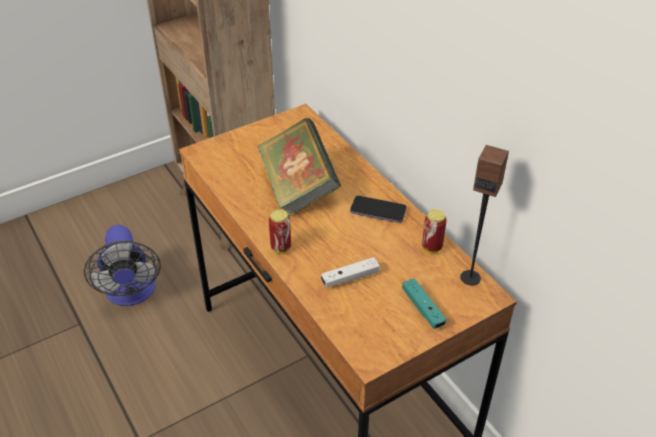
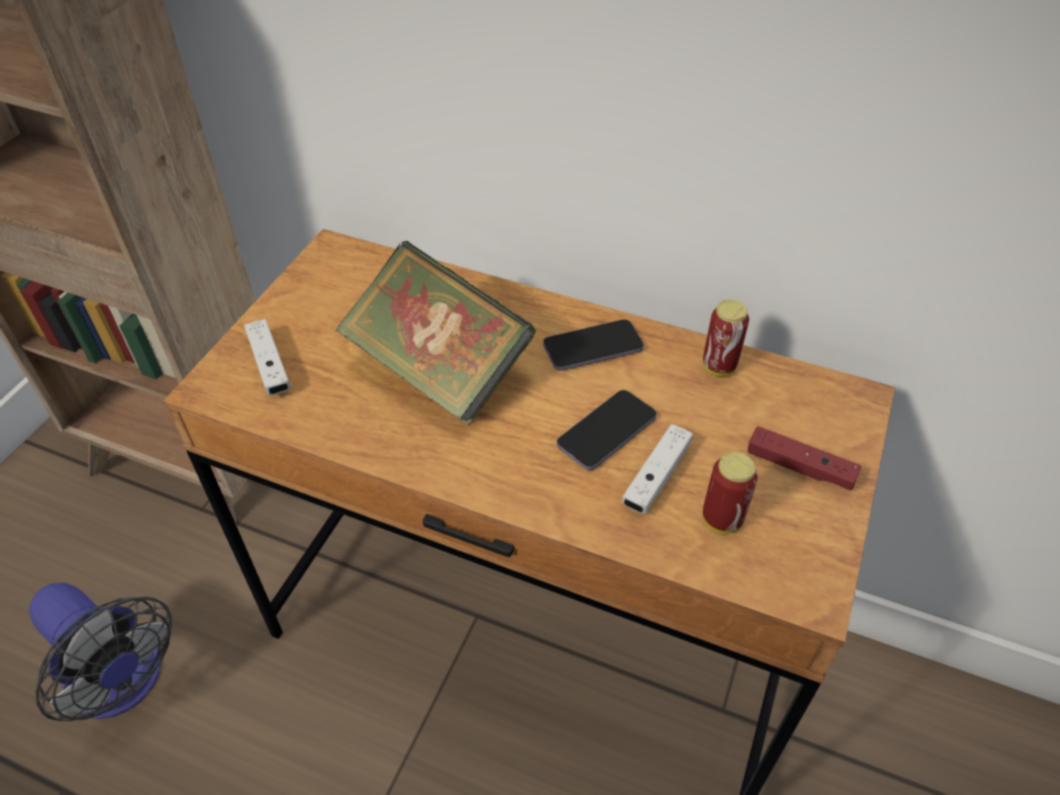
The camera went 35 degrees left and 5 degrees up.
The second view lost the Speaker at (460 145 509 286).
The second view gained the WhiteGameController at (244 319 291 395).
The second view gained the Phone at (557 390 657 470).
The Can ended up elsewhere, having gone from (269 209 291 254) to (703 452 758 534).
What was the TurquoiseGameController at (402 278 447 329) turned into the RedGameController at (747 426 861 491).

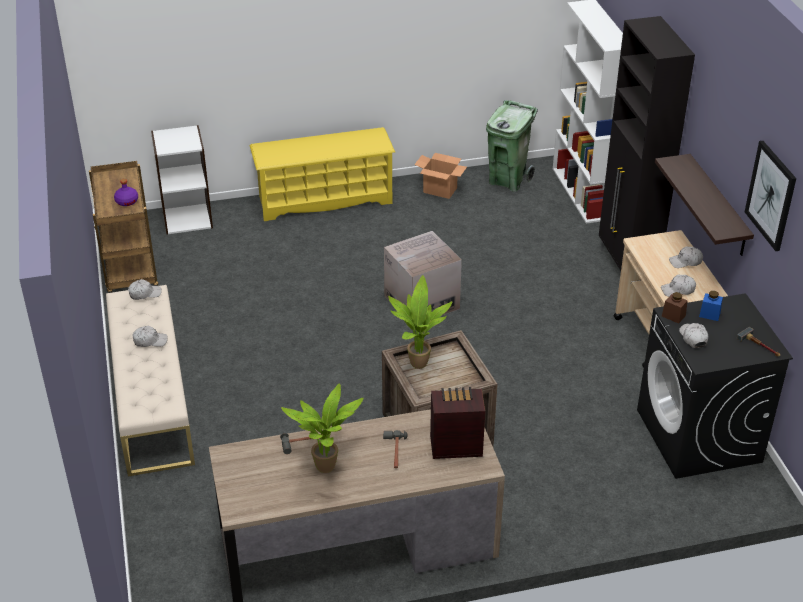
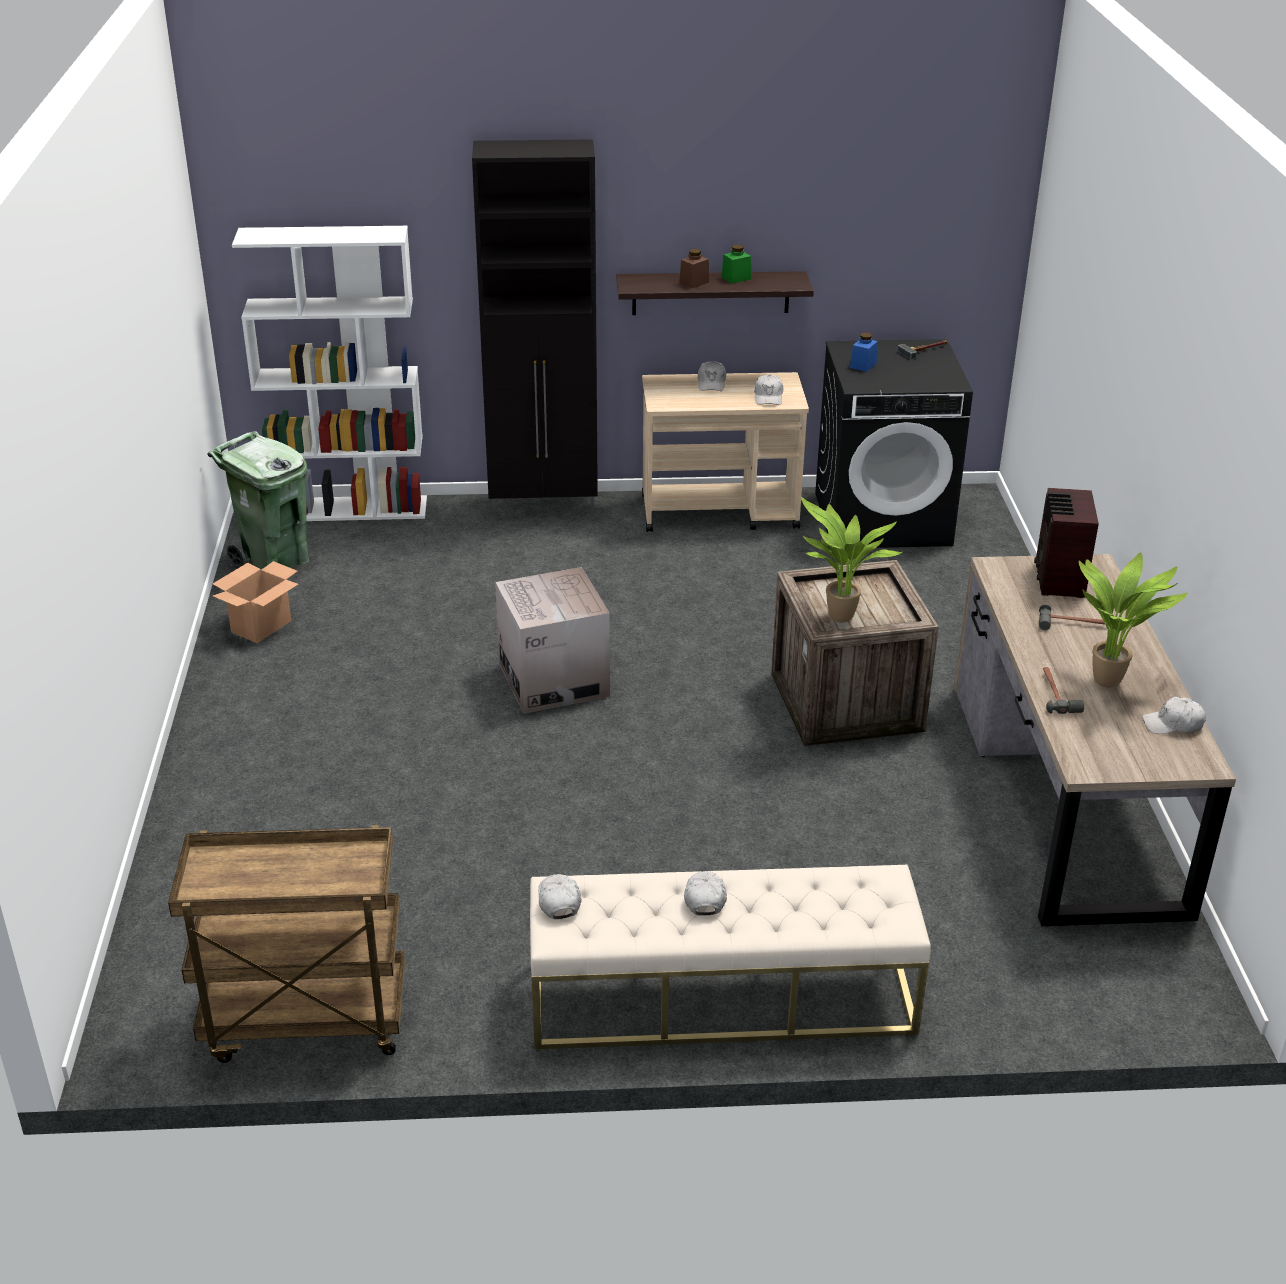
The camera went 80 degrees left and 5 degrees down.
The second view lost the PurpleBottle at (114 179 138 206).
The second view lost the WhiteBookcase at (151 125 213 235).
The second view lost the YellowShoeRack at (250 127 395 221).
The second view lost the Picture at (745 141 796 251).
The second view gained the GreenJar at (721 245 751 284).
The BrownJar ended up elsewhere, having gone from (662 292 688 324) to (679 249 709 288).
The WhiteCap ended up elsewhere, having gone from (679 323 708 348) to (1142 697 1206 734).

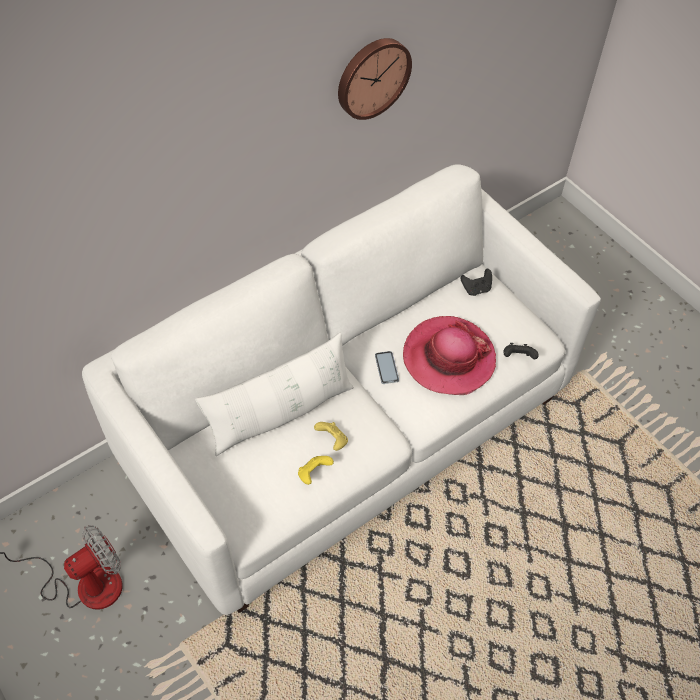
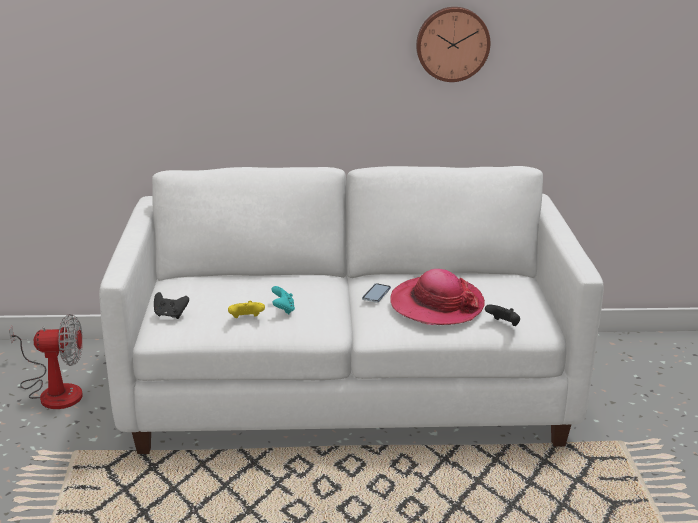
The camera went 35 degrees right and 30 degrees down.
The second view lost the WhitePillow at (195 333 354 456).
The BlackGameController ended up elsewhere, having gone from (461 269 492 296) to (154 292 189 319).
What was the YellowGameController at (314 422 348 451) turned into the TurquoiseGameController at (271 286 295 314).

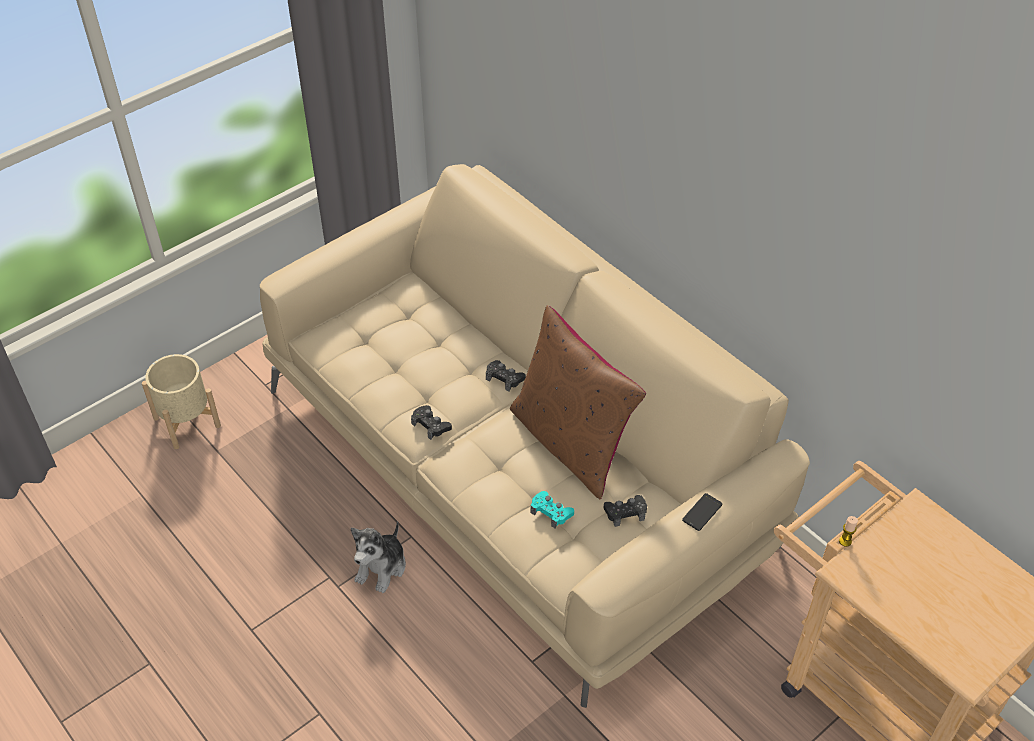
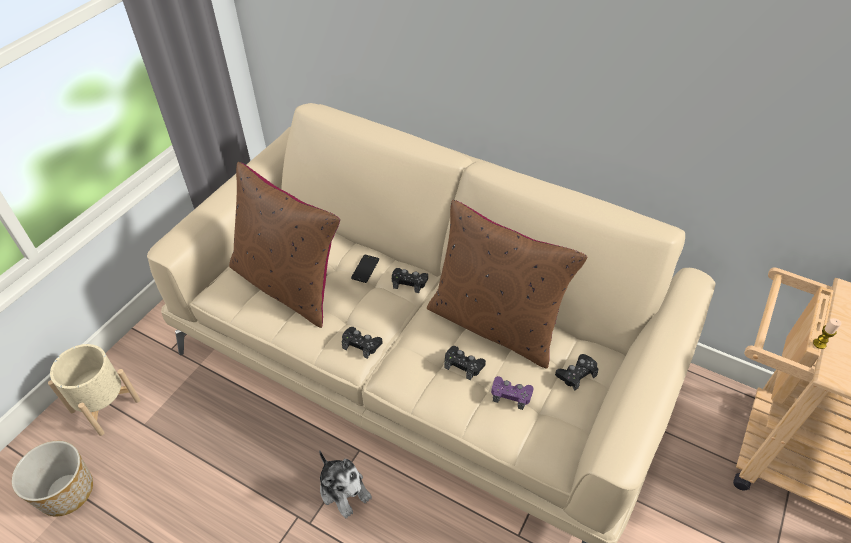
The camera went 20 degrees left and 0 degrees up.
The second view gained the Planter at (12 441 93 516).
The second view gained the BrownPillow at (229 162 340 328).
The second view gained the BlackGameController at (444 346 486 381).
The Phone ended up elsewhere, having gone from (682 493 722 531) to (351 255 379 283).
What was the TurquoiseGameController at (531 491 574 528) turned into the PurpleGameController at (491 376 534 410).
The PlushToy at (351 521 406 593) ended up facing another way, 45 degrees counterclockwise from before.

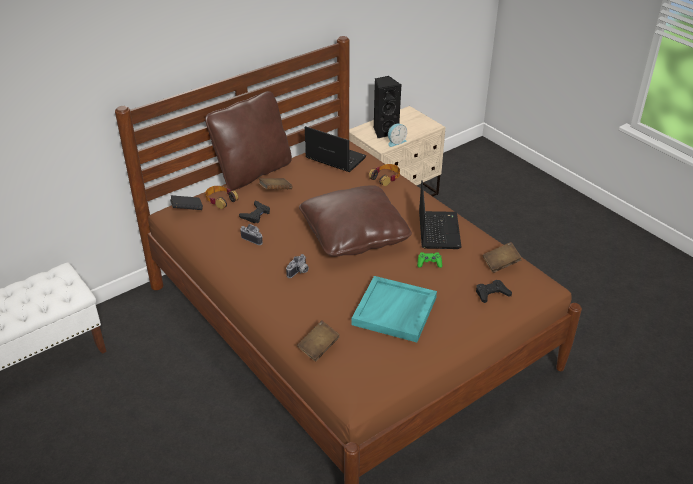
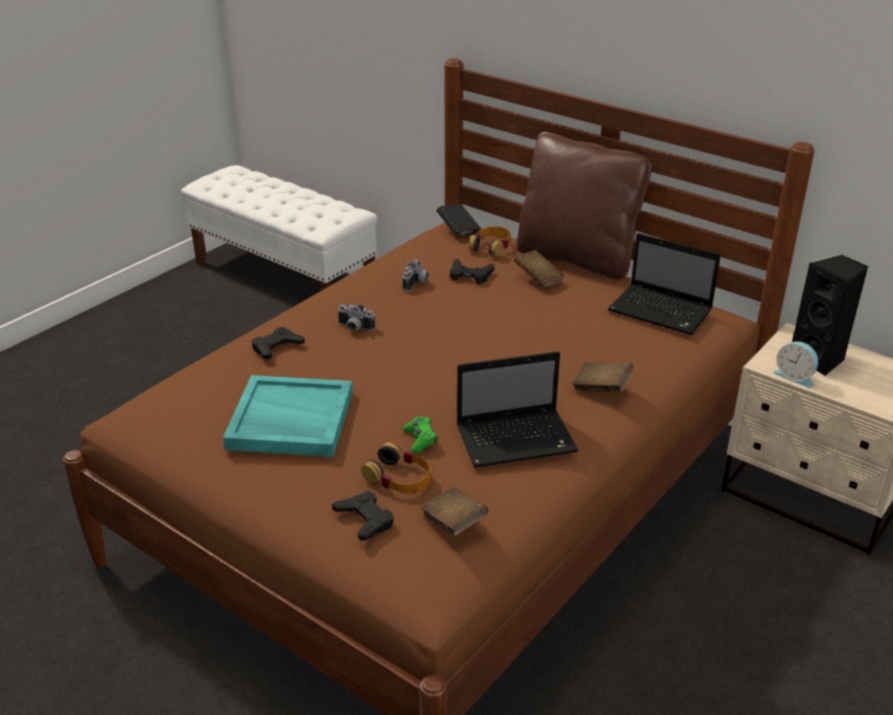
The camera went 75 degrees right and 5 degrees down.
The second view lost the BrownPillow at (299 185 412 257).
The second view gained the BlackGameController at (252 327 305 359).
The BrownBook ended up elsewhere, having gone from (297 320 340 361) to (572 362 633 393).
The Headphones ended up elsewhere, having gone from (369 164 400 186) to (361 442 431 494).
The Laptop at (305 126 367 172) ended up facing another way, 105 degrees clockwise from before.

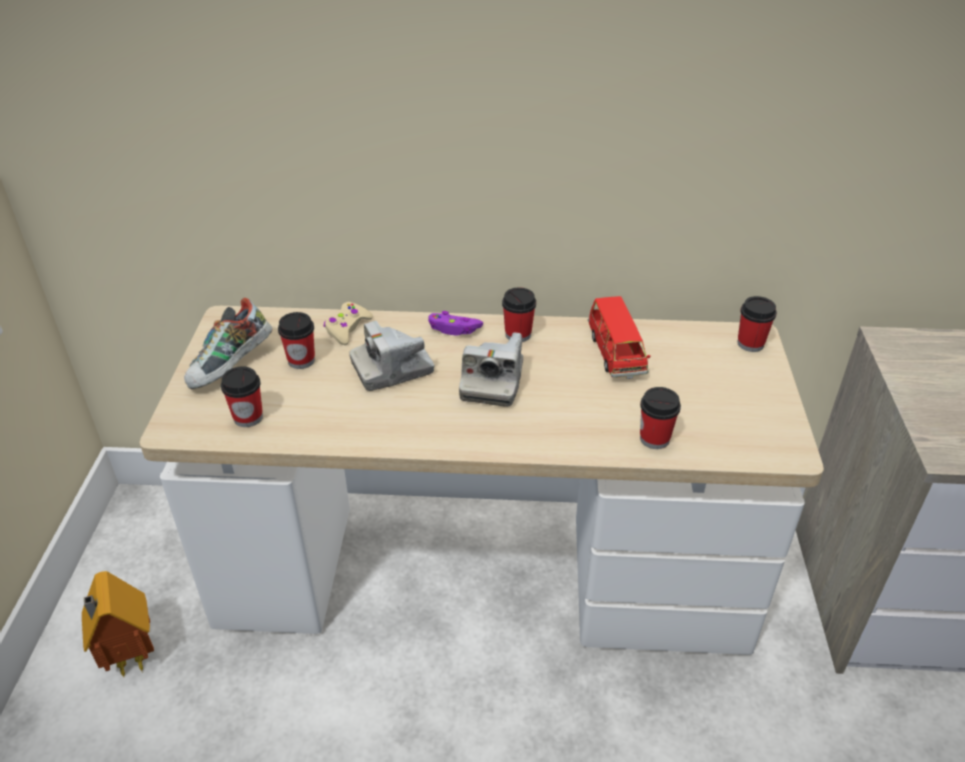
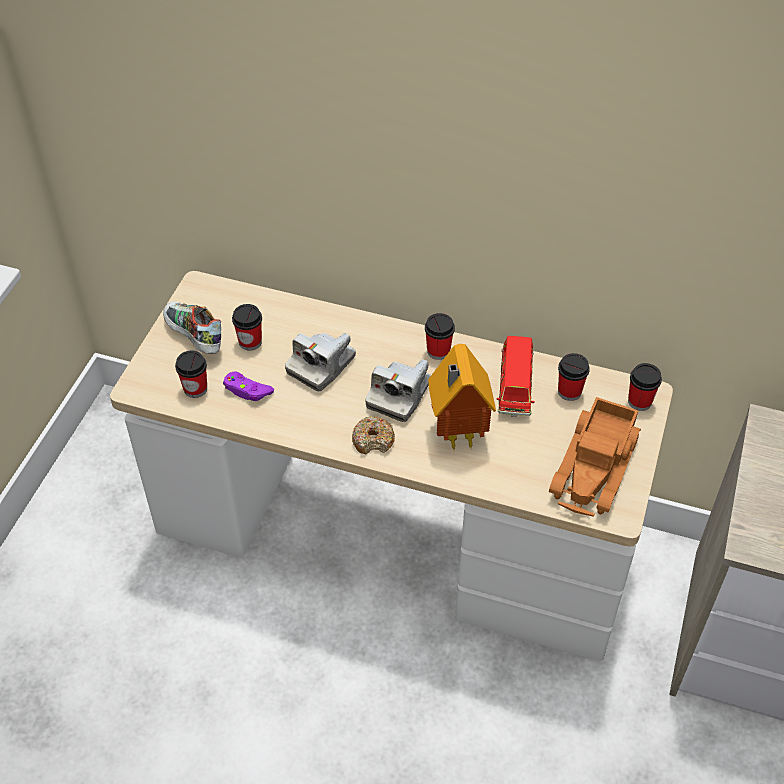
The camera went 15 degrees right and 10 degrees up.
The second view lost the BeigeGameController at (324 302 373 345).
The second view gained the Donut at (352 416 395 454).
The second view gained the ToyTruck at (549 397 641 517).
The ToyHouse ended up elsewhere, having gone from (82 571 154 677) to (428 344 496 449).
The PurpleGameController ended up elsewhere, having gone from (428 311 483 336) to (223 371 274 401).
The Cup ended up elsewhere, having gone from (640 387 681 449) to (558 353 590 401).
The Shoe at (184 298 273 389) ended up facing another way, 90 degrees clockwise from before.
The PhotoCamera at (349 321 434 391) ended up facing another way, 45 degrees counterclockwise from before.

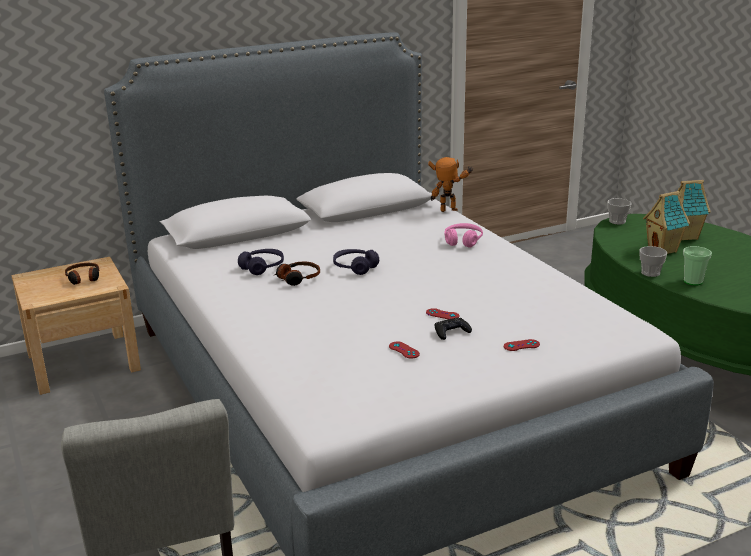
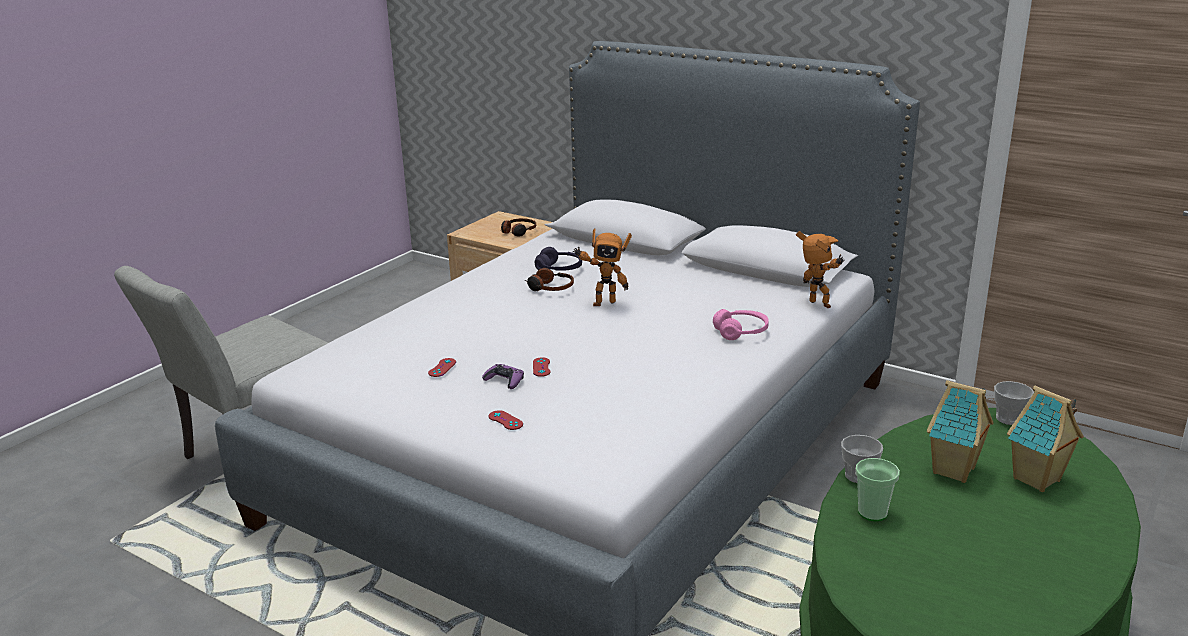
The camera went 60 degrees right and 0 degrees up.
Where the PurpleHeadphones stood at (333 249 379 275), the ToyRobot came to stand at (573 228 632 306).
What was the BlackGameController at (435 317 472 340) turned into the PurpleGameController at (482 364 524 389).

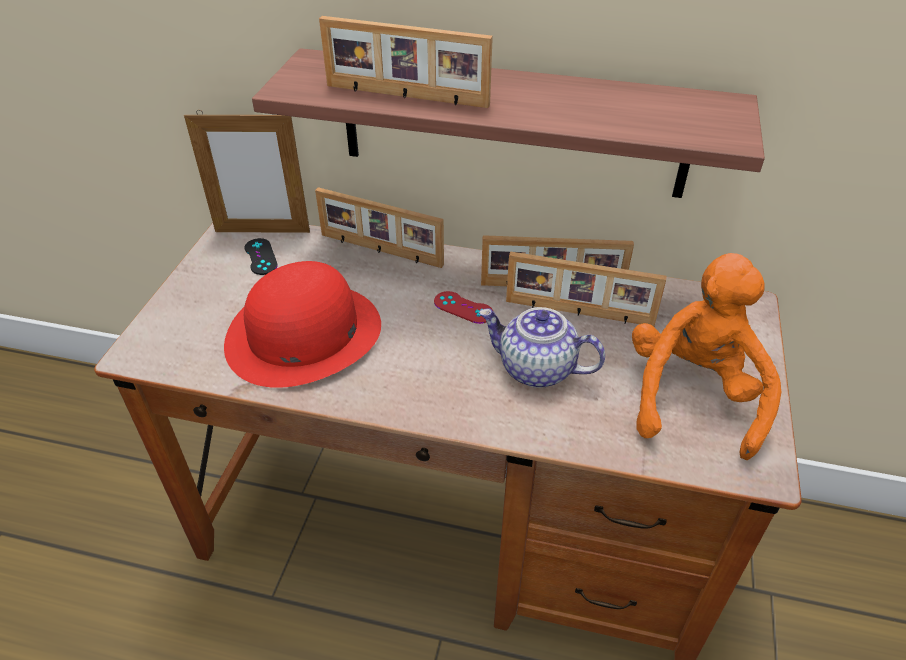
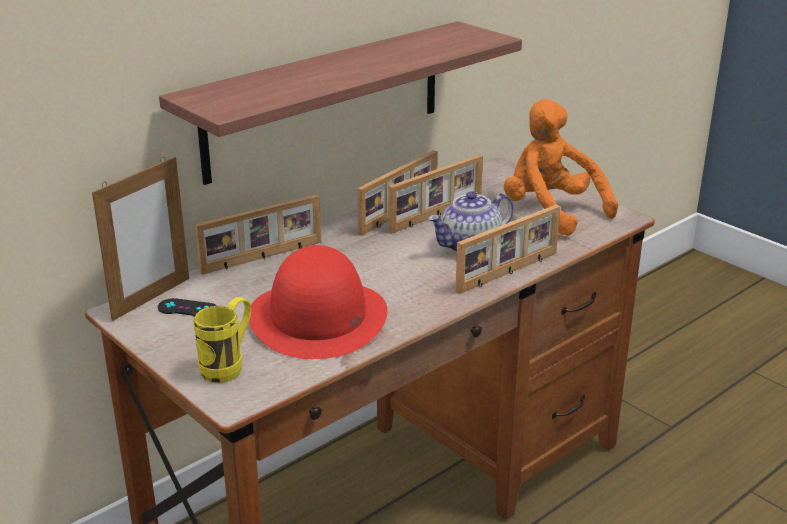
The camera went 55 degrees left and 15 degrees down.
The second view lost the RedGameController at (434 291 493 324).
The second view gained the YellowMug at (193 297 251 383).
The PictureFrame ended up elsewhere, having gone from (319 16 493 108) to (455 205 560 294).

